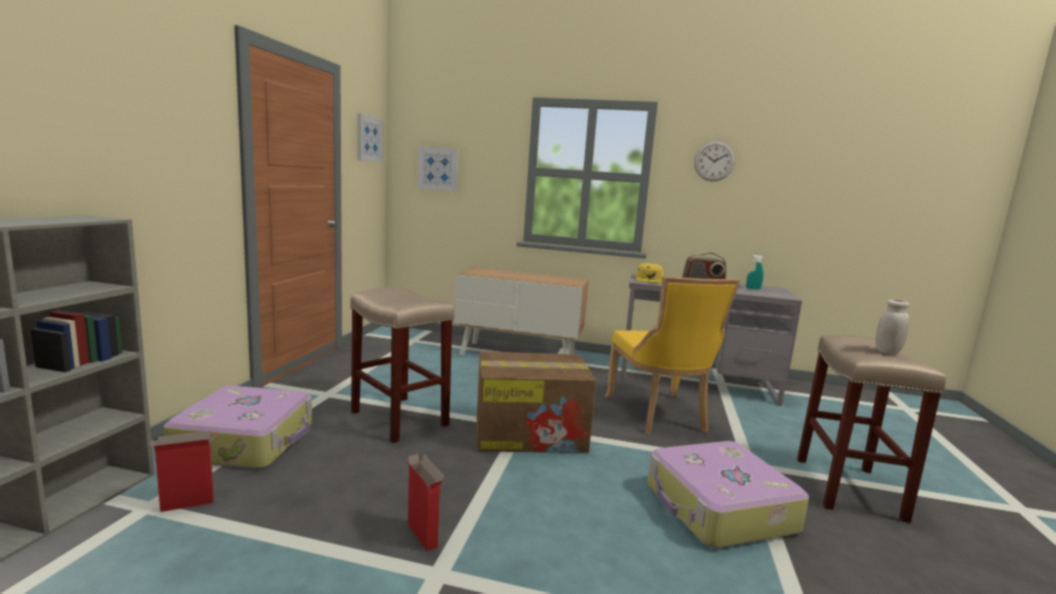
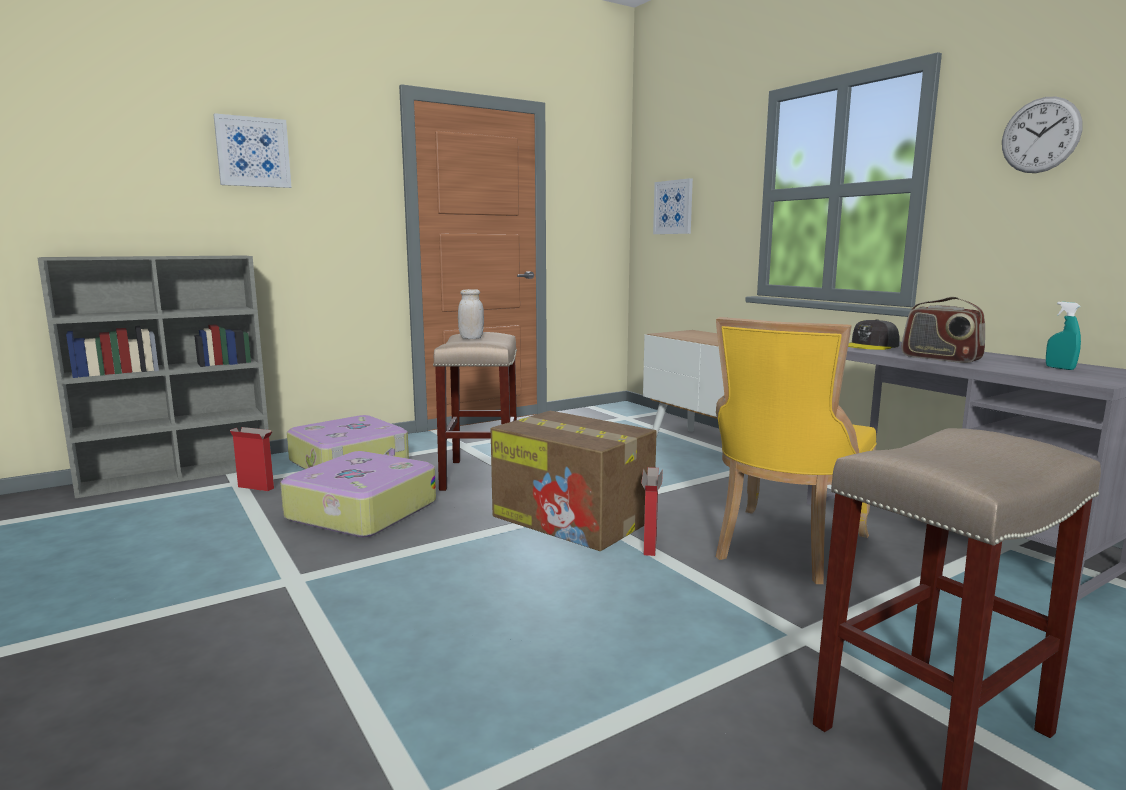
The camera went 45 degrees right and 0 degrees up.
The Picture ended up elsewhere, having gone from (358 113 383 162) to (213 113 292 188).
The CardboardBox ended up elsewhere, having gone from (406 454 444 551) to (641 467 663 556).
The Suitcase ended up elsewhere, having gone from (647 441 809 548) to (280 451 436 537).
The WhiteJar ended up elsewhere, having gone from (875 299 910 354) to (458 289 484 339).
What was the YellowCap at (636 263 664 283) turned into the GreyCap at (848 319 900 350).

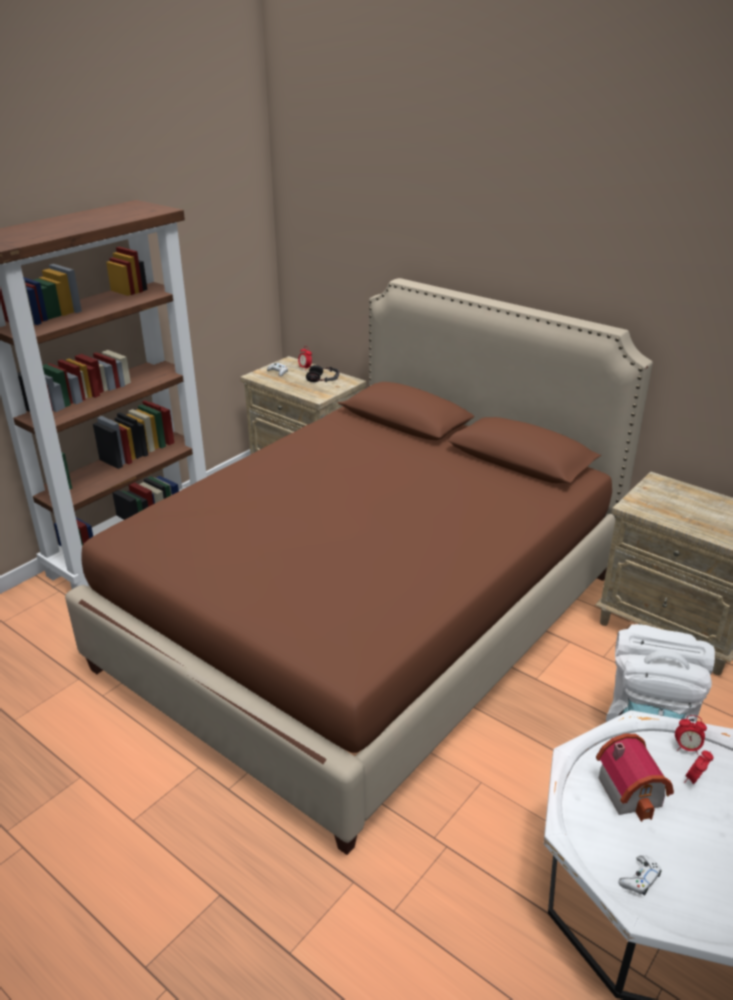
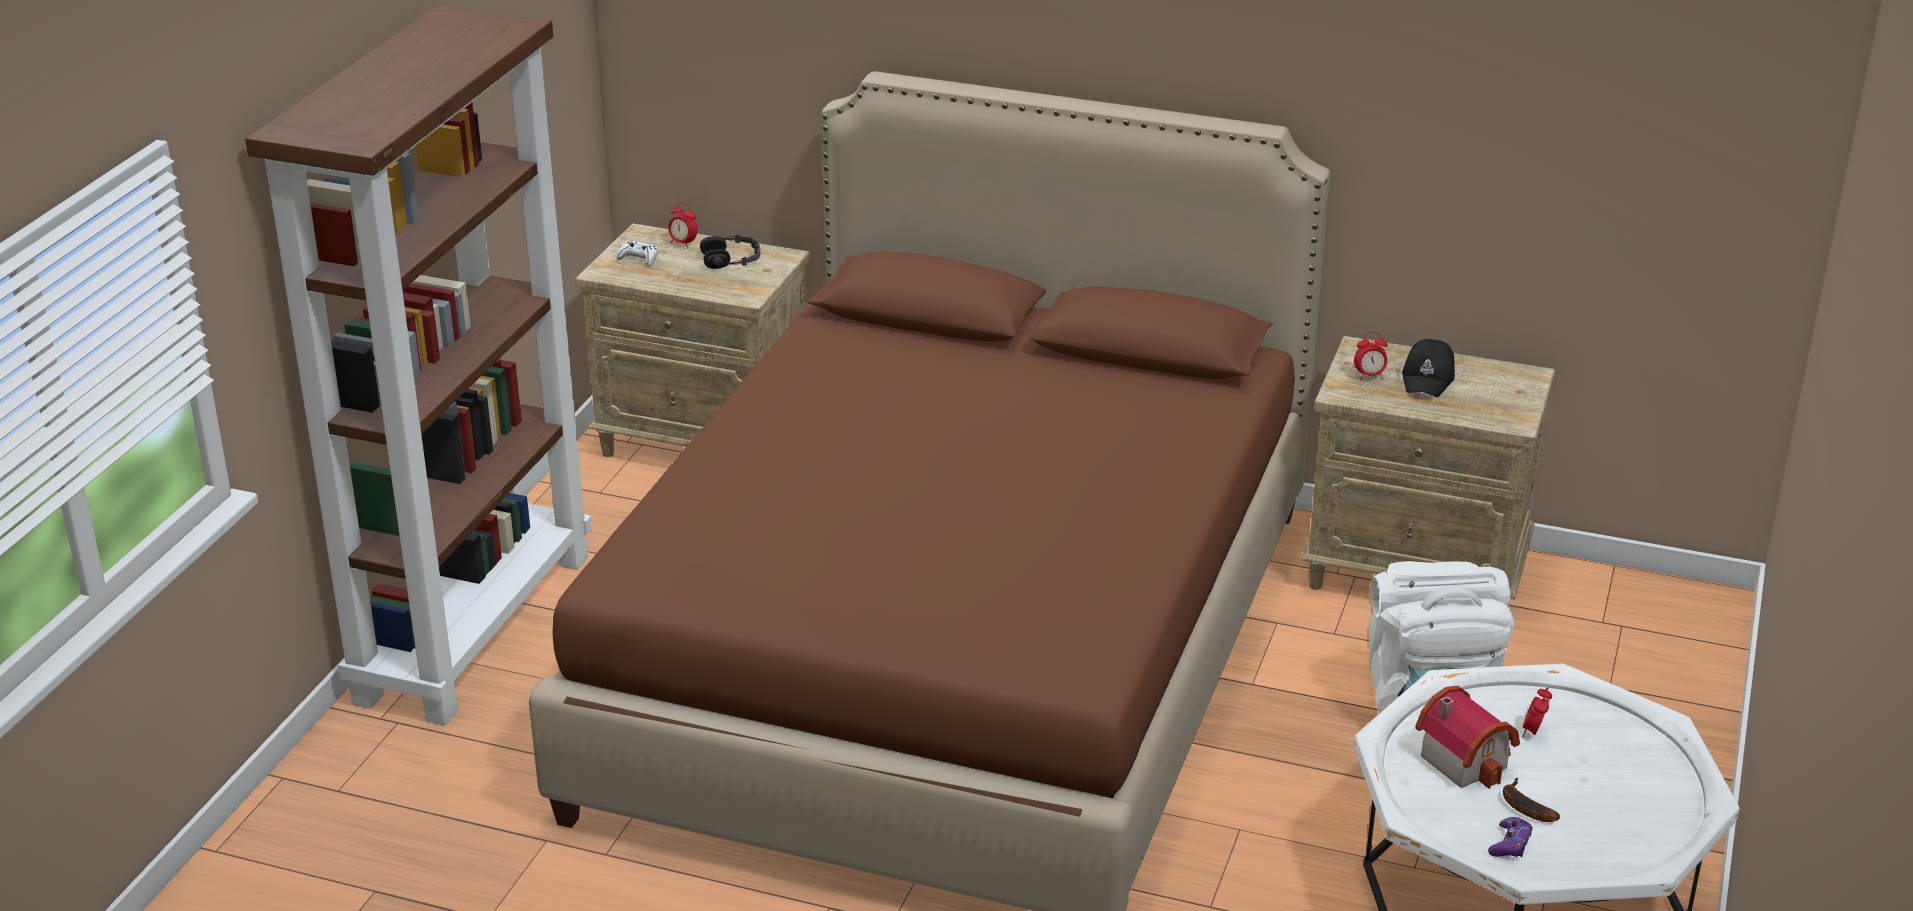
The camera went 20 degrees left and 0 degrees up.
The second view gained the BlackCap at (1402 339 1455 397).
The second view gained the Banana at (1503 778 1560 822).
The AlarmClock ended up elsewhere, having gone from (675 715 707 755) to (1354 332 1388 380).
What was the WhiteGameController at (619 855 662 896) turned into the PurpleGameController at (1488 817 1532 857).

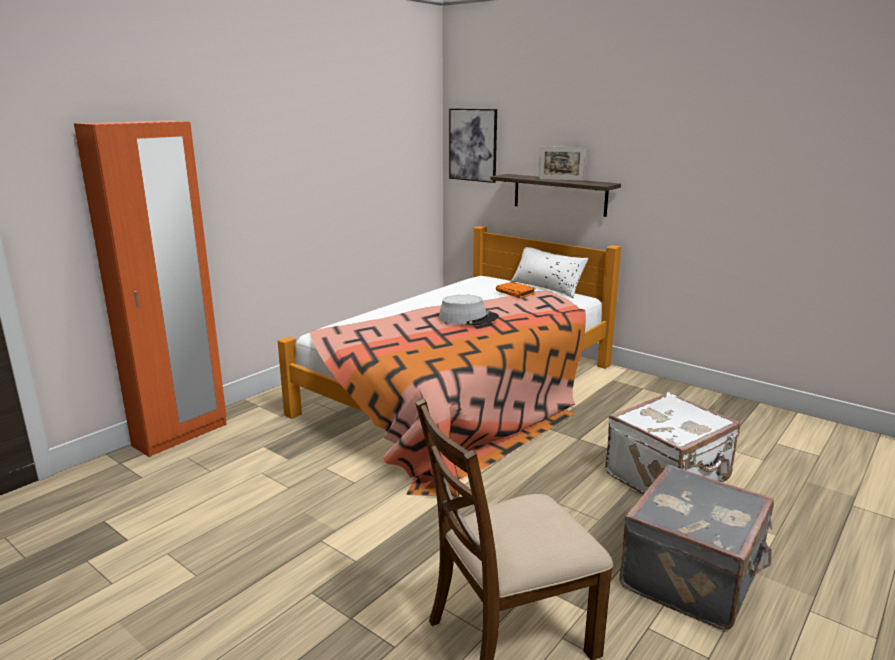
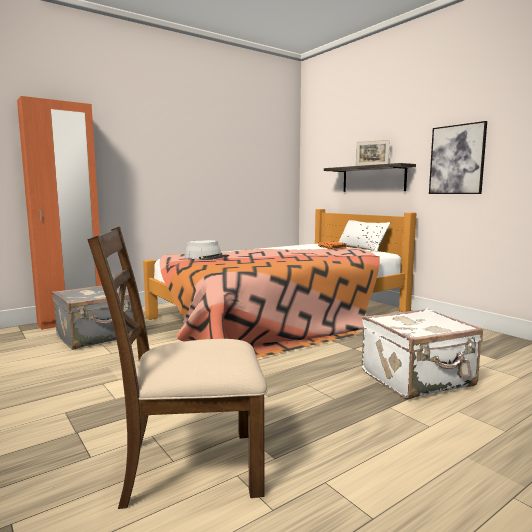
The camera went 15 degrees right and 10 degrees down.
The GreyHat ended up elsewhere, having gone from (439 295 499 325) to (185 240 230 260).
The Picture ended up elsewhere, having gone from (449 108 497 183) to (429 121 487 194).
The GreySuitcase ended up elsewhere, having gone from (619 464 774 630) to (52 286 134 350).

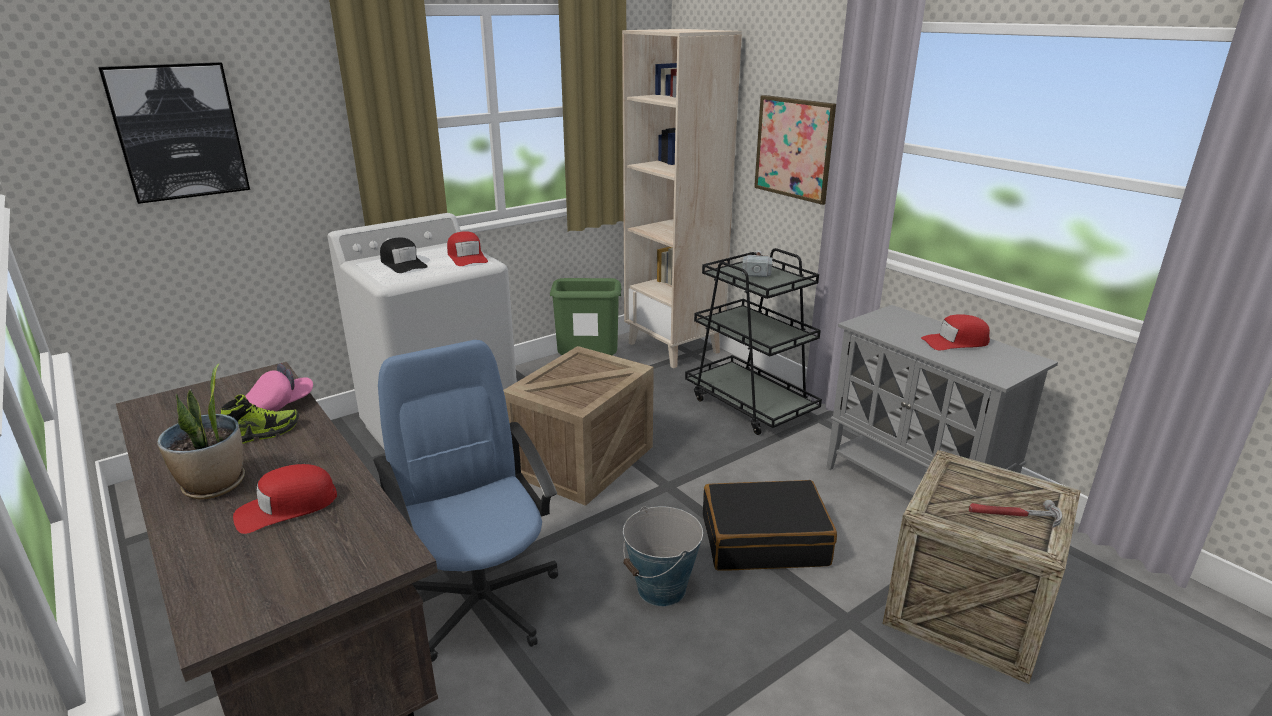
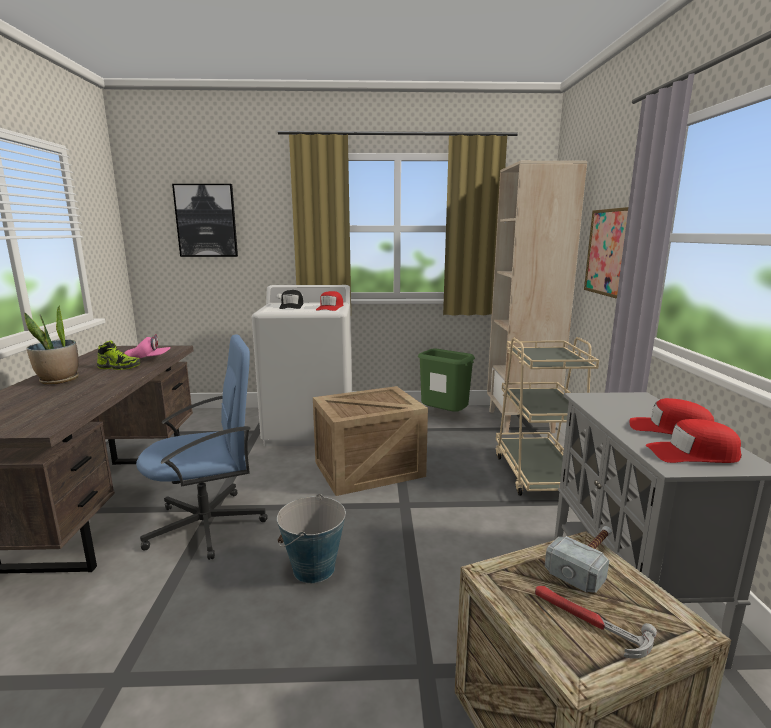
The camera went 35 degrees right and 10 degrees down.
The second view lost the BlackSuitcase at (703 480 837 571).
The RedCap ended up elsewhere, having gone from (233 464 337 534) to (646 419 742 463).
The Hammer ended up elsewhere, having gone from (742 250 772 277) to (545 526 612 593).
What was the BlackCart at (685 248 822 435) turned into the BeigeCart at (495 337 599 496).
The BlueOfficeChair at (373 340 558 662) ended up facing another way, 60 degrees clockwise from before.

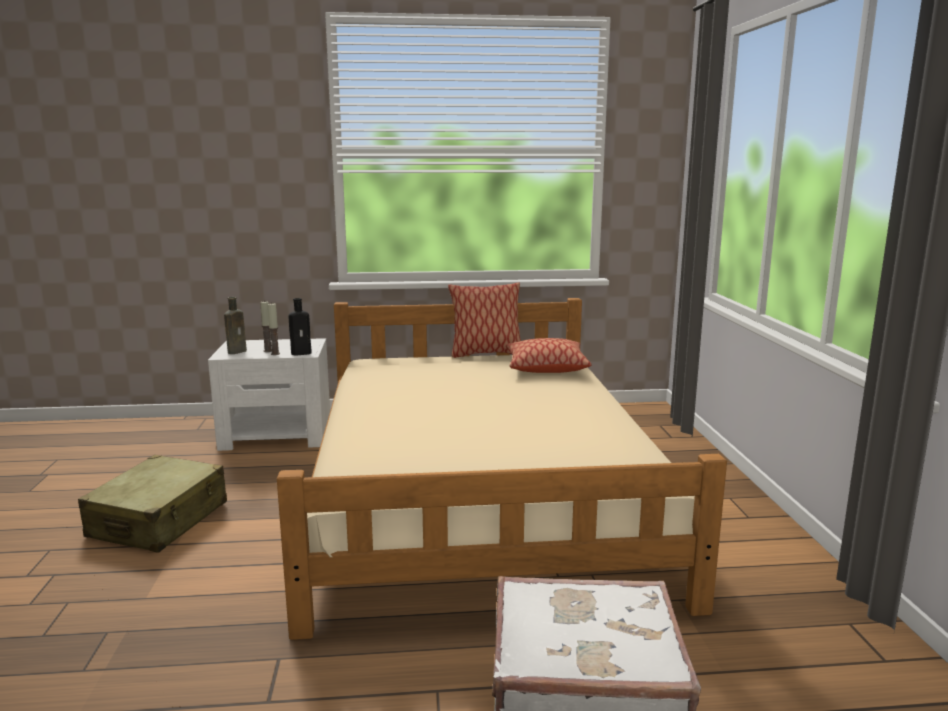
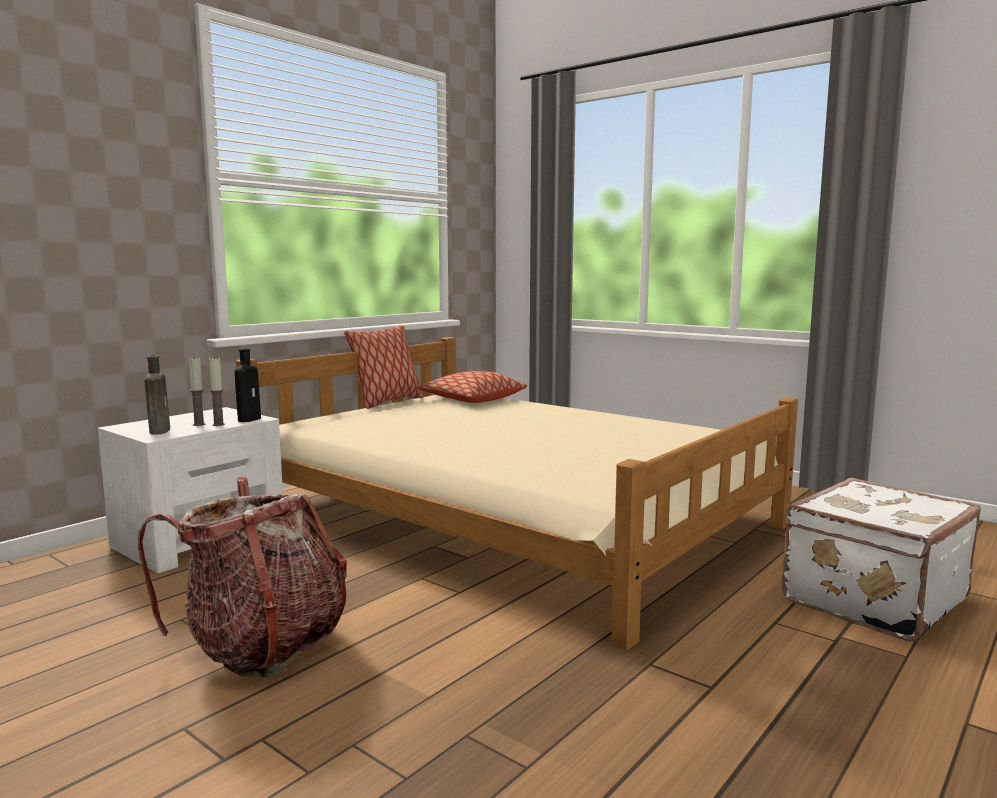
The camera went 45 degrees left and 5 degrees down.
Where the BeigeSuitcase stood at (78 455 227 553), the Backpack came to stand at (138 477 347 677).

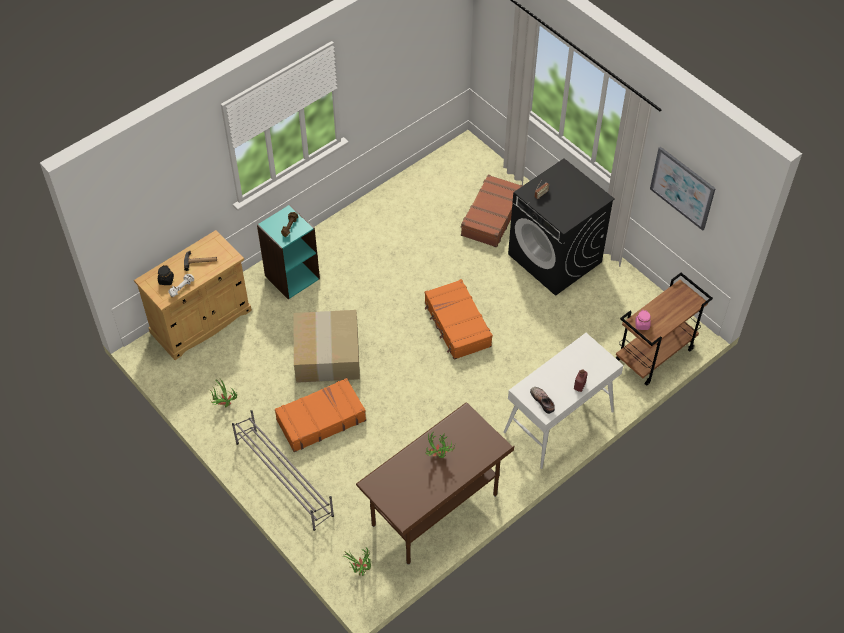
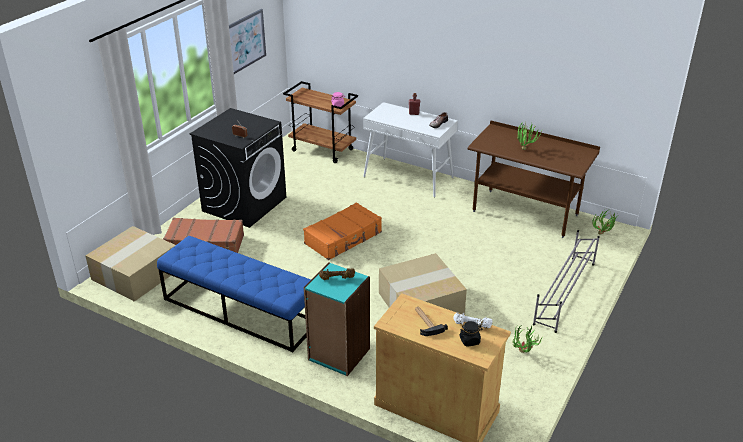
The camera went 110 degrees left and 20 degrees down.
The second view lost the OrangeSuitcase at (275 378 366 452).
The second view gained the CardboardBox at (85 226 176 302).
The second view gained the BlueBench at (157 236 311 353).

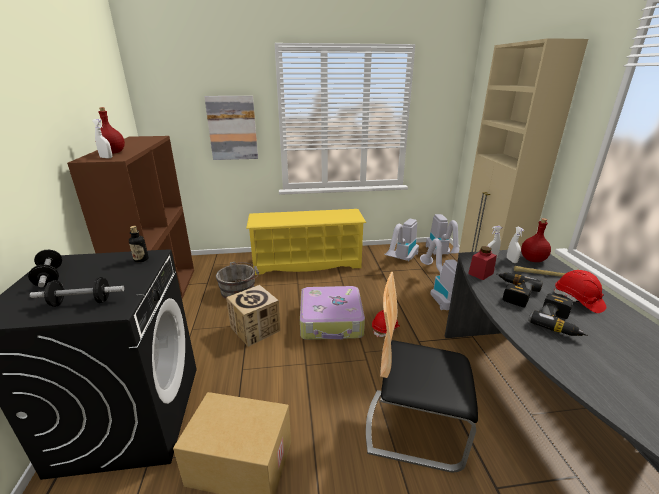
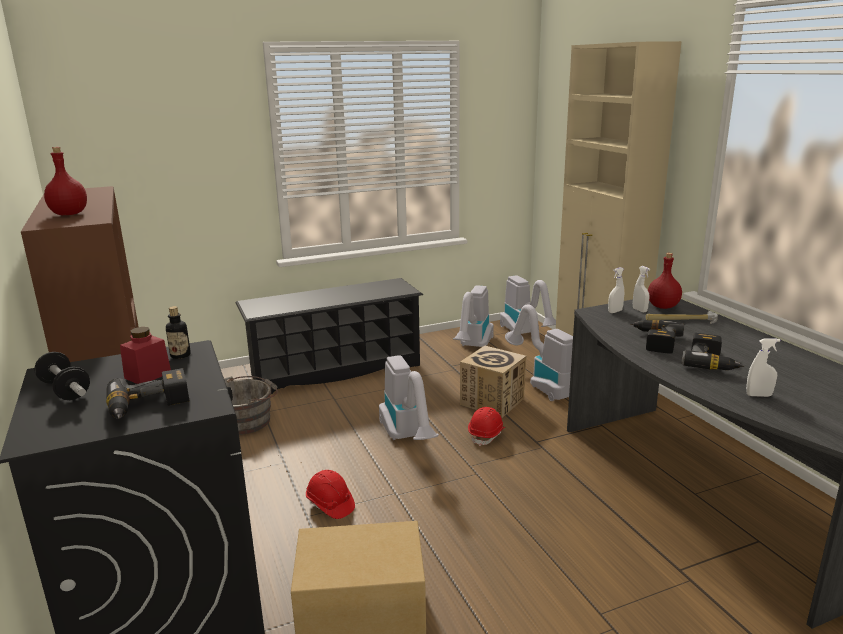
The camera went 15 degrees left and 5 degrees down.
The second view lost the Picture at (204 96 258 160).
The second view lost the Chair at (366 272 478 472).
The WhiteSprayBottle ended up elsewhere, having gone from (93 119 112 159) to (746 338 780 397).
The CardboardBox ended up elsewhere, having gone from (226 285 280 347) to (460 346 527 418).
The RedJar ended up elsewhere, having gone from (468 246 497 280) to (120 327 171 384).
The RedHardHat ended up elsewhere, having gone from (554 270 606 313) to (306 470 355 519).
Where the Dumbbell stood at (30 277 124 307), the PowerDrill came to stand at (106 368 189 419).
Where the Suitcase stood at (300 286 365 340), the VacuumCleaner came to stand at (379 355 439 440).
What was the YellowShoeRack at (246 209 366 275) turned into the BlackShoeRack at (235 278 423 394).

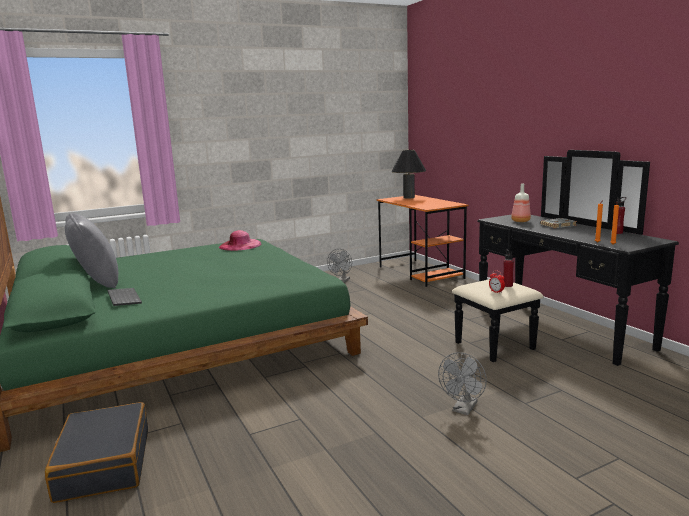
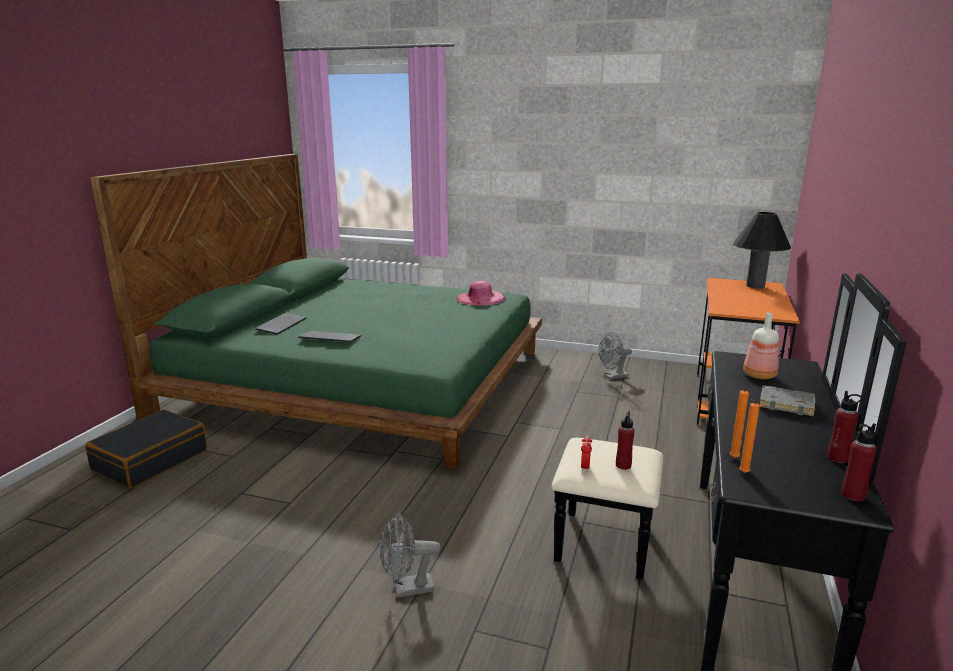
The camera went 45 degrees right and 5 degrees up.
The second view lost the GreyPillow at (65 213 118 288).
The second view gained the Keyboard at (298 331 361 342).
The second view gained the RedBottle at (841 423 877 501).

